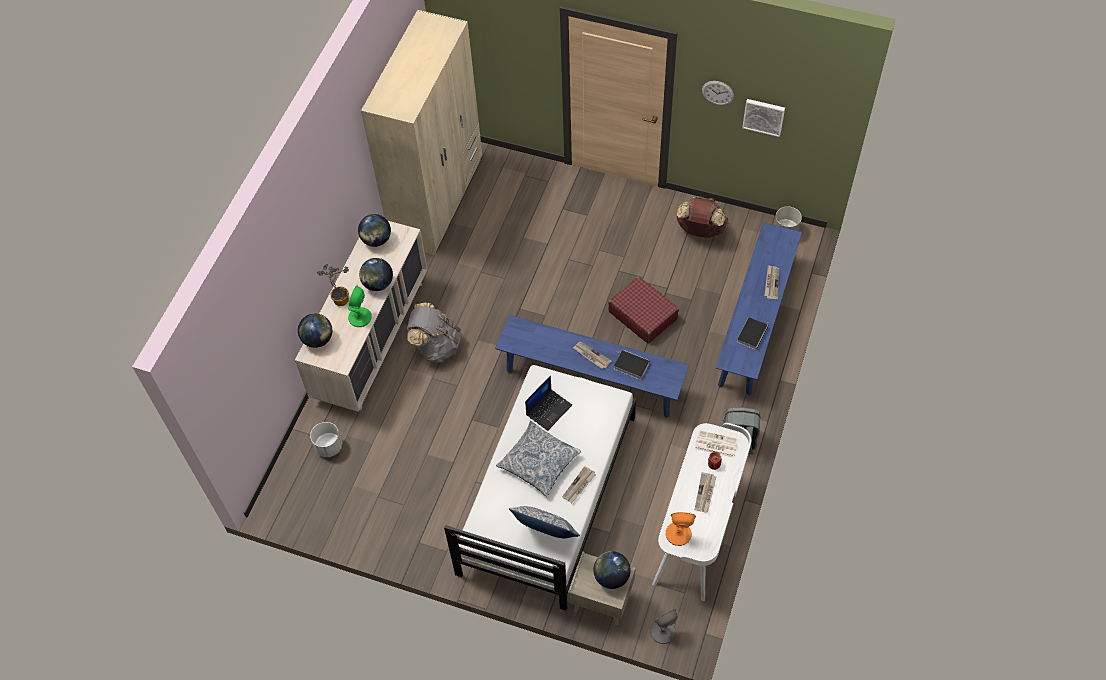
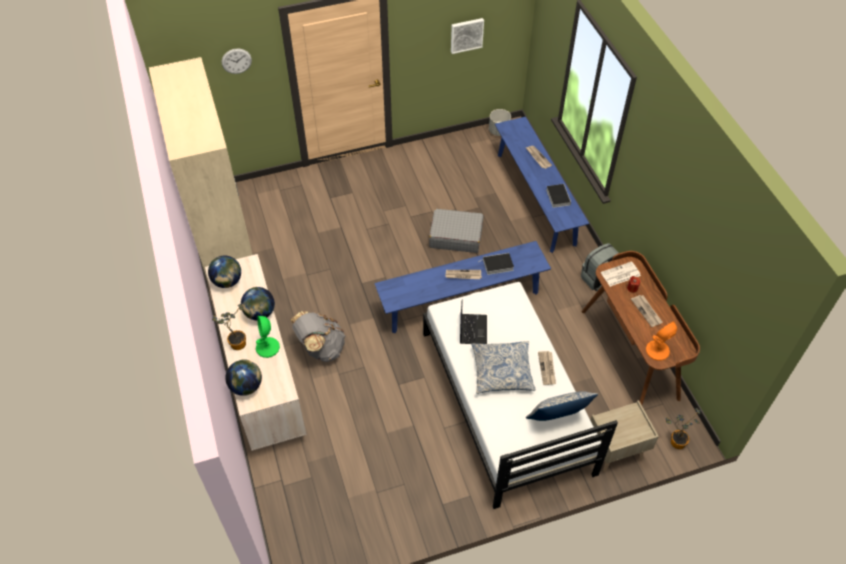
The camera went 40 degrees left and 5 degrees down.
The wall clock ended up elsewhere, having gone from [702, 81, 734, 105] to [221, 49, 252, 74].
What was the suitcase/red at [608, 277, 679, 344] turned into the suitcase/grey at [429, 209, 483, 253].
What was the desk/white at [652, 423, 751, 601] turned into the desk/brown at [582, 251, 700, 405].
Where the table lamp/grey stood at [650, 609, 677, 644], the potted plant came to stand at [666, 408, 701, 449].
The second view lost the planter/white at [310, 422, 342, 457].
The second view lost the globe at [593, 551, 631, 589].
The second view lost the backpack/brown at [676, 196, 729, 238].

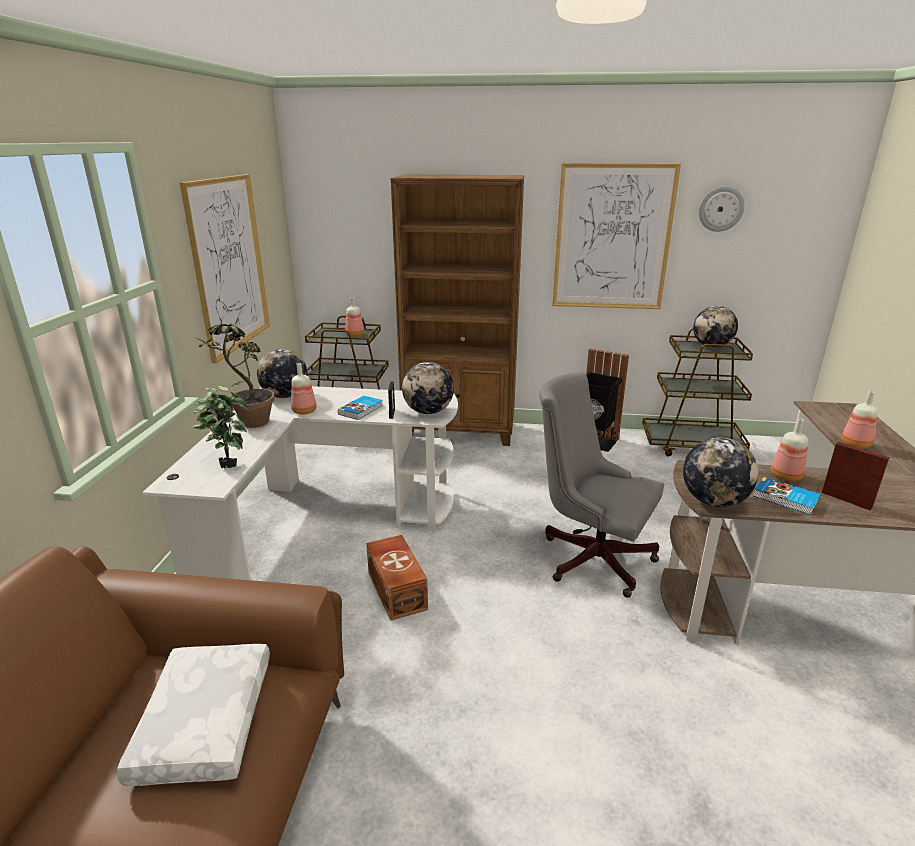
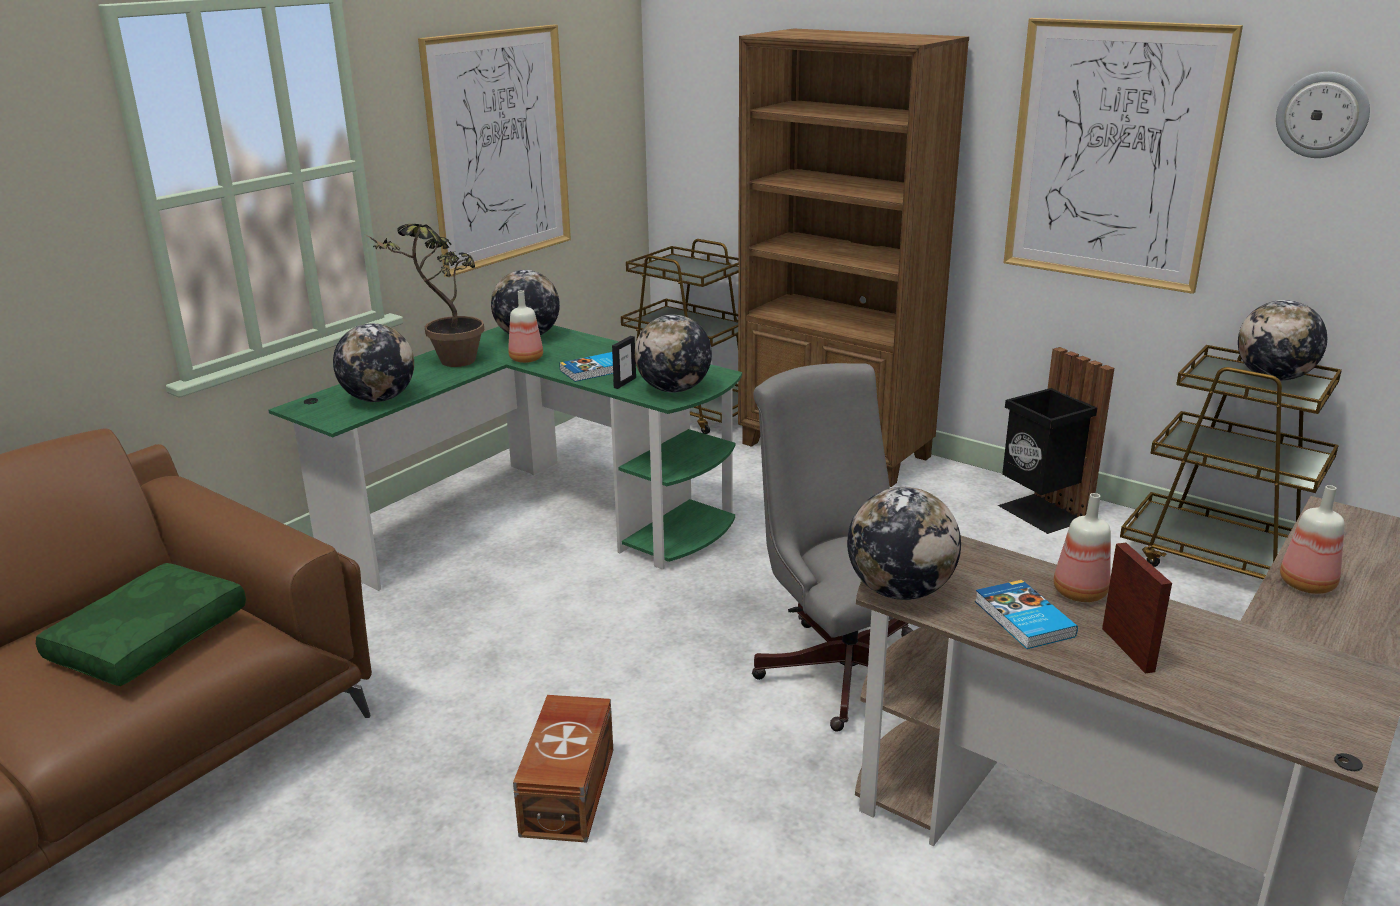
The camera went 30 degrees right and 0 degrees up.
What was the pillow/white at [117, 644, 270, 786] turned into the pillow/green at [36, 563, 246, 686].
What was the desk/white at [142, 386, 458, 580] turned into the desk/green at [269, 325, 742, 591].
Where the potted plant stood at [192, 381, 248, 468], the globe came to stand at [333, 323, 414, 402].
The storage box/brown ended up elsewhere, having gone from [366, 535, 428, 621] to [513, 695, 613, 843].
The second view lost the bottle at [345, 297, 364, 337].

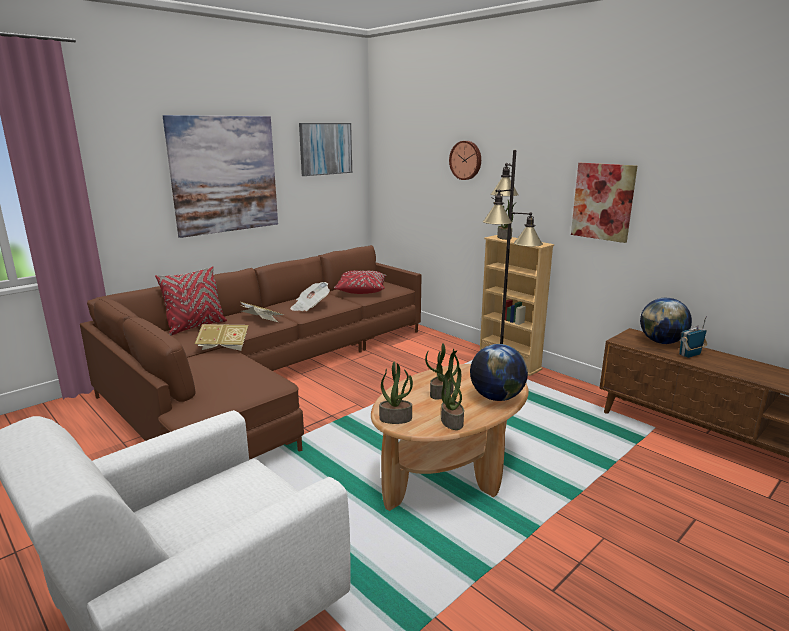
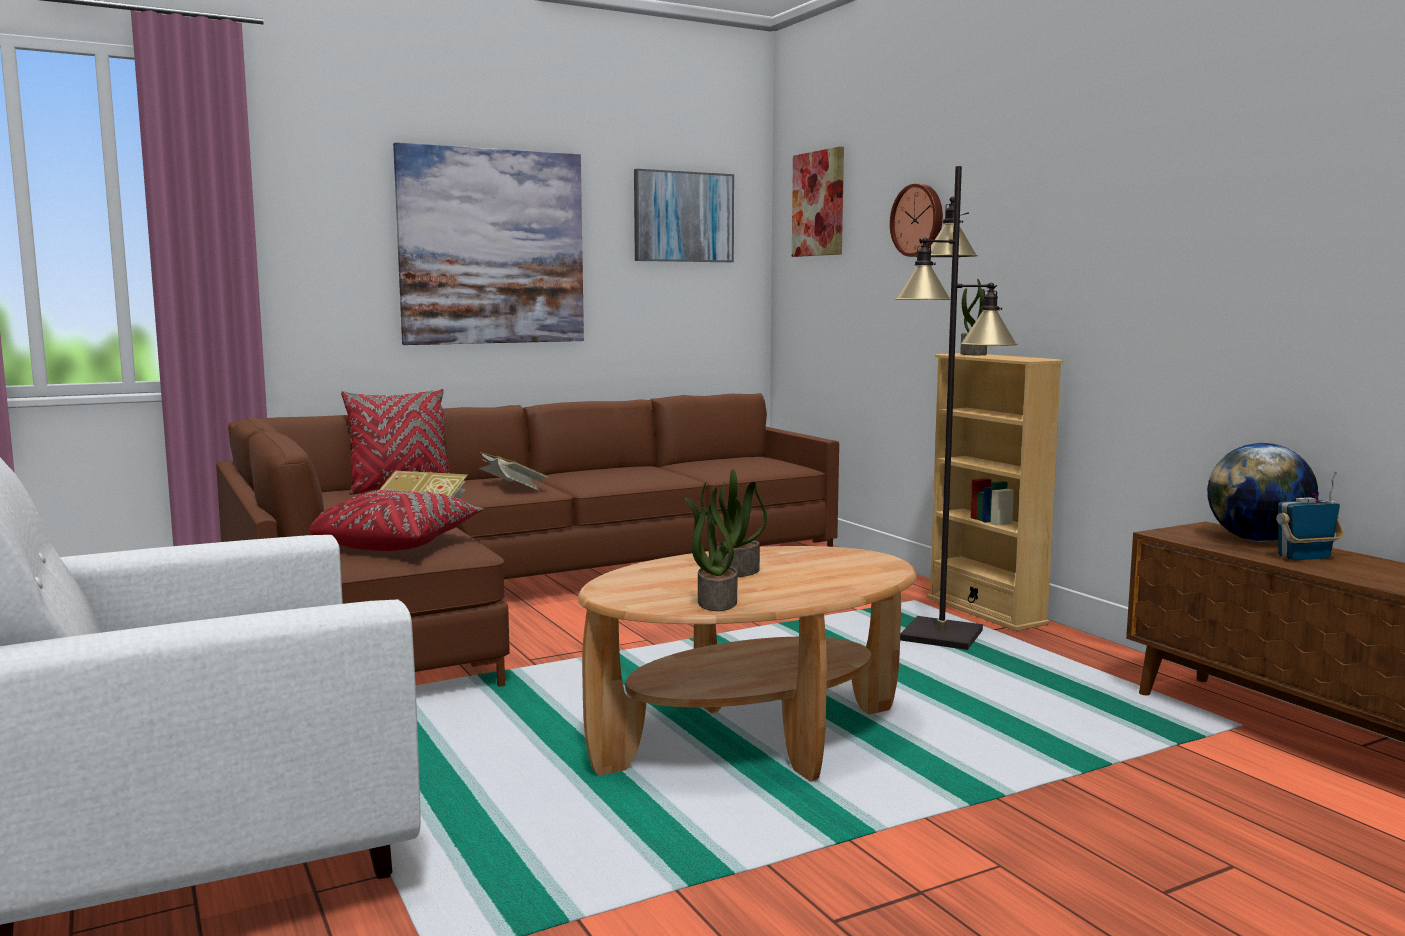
The camera went 15 degrees right and 10 degrees down.
The pillow/red ended up elsewhere, having gone from [334, 271, 386, 294] to [309, 490, 484, 551].
The picture ended up elsewhere, having gone from [571, 163, 637, 243] to [792, 147, 844, 257].
The second view lost the newspaper at [290, 282, 330, 311].
The second view lost the potted plant at [379, 362, 413, 424].
The second view lost the globe at [470, 344, 528, 401].

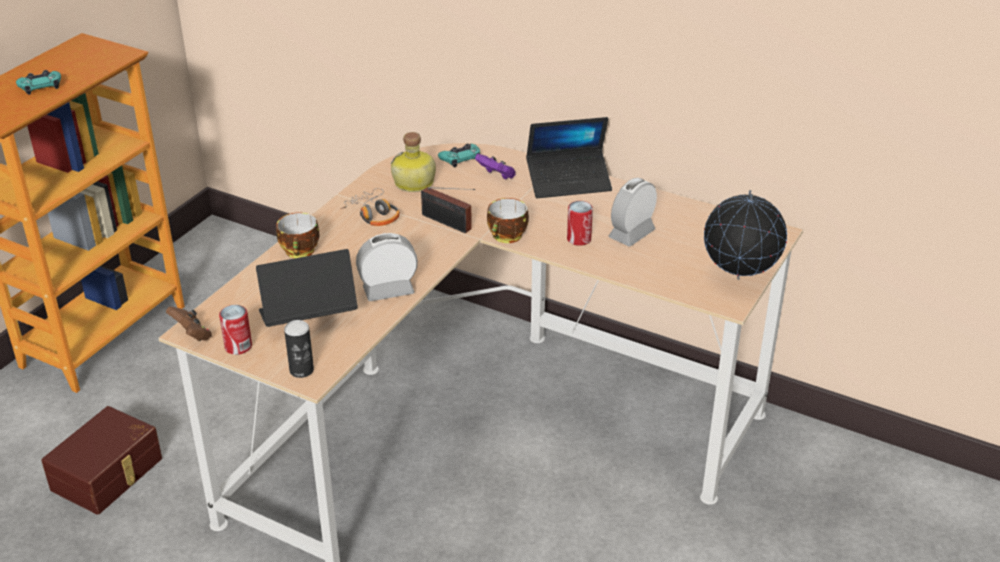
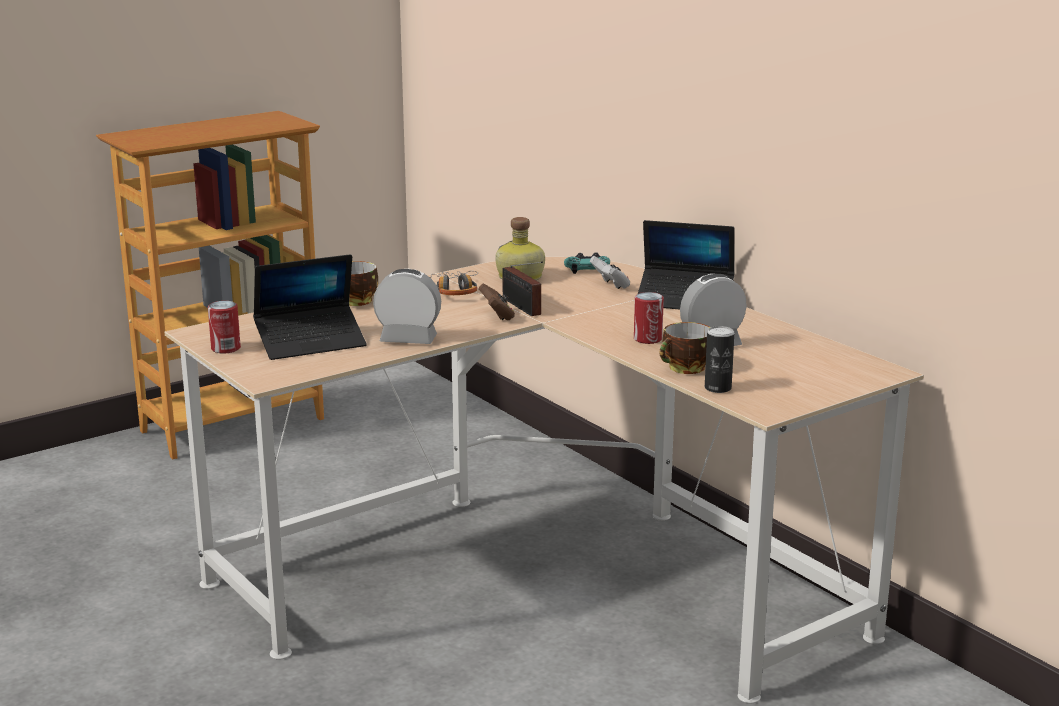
The camera went 25 degrees right and 15 degrees down.
The laptop at [256, 249, 358, 327] ended up facing another way, 150 degrees clockwise from before.
The game controller/brown ended up elsewhere, having gone from [166, 306, 212, 341] to [479, 284, 515, 321].
What was the game controller/purple at [475, 154, 516, 180] turned into the game controller/white at [590, 256, 630, 289].
The cup ended up elsewhere, having gone from [487, 198, 529, 243] to [660, 322, 710, 374].
The can ended up elsewhere, having gone from [284, 320, 314, 378] to [705, 326, 735, 393].
The second view lost the game controller/turquoise at [16, 70, 61, 95].
The second view lost the storage box/brown at [41, 406, 162, 515].
The second view lost the globe at [704, 190, 787, 280].

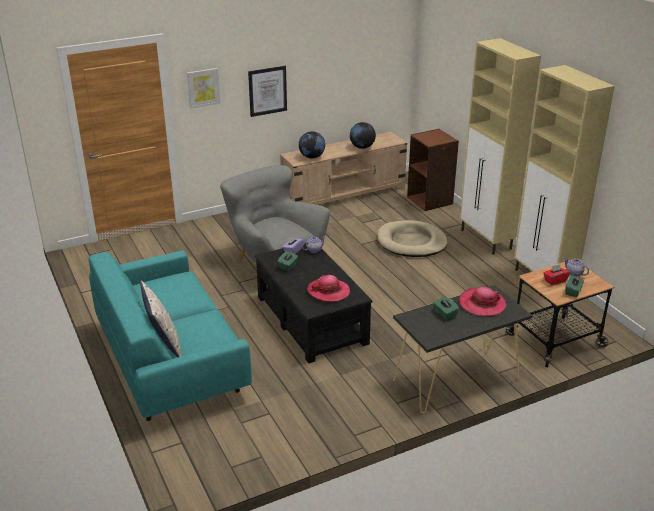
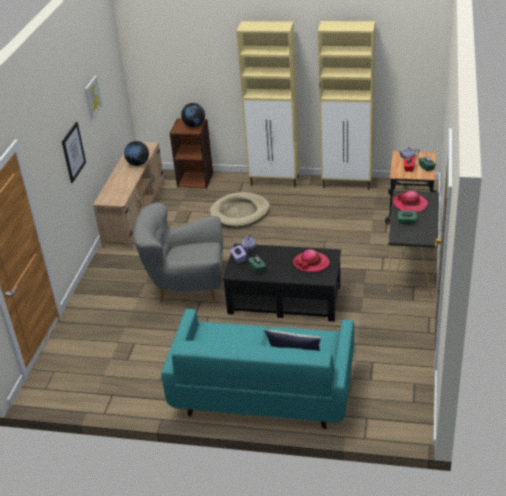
The camera went 50 degrees left and 5 degrees up.
The picture ended up elsewhere, having gone from [187, 68, 220, 108] to [85, 76, 102, 119].
The globe ended up elsewhere, having gone from [299, 131, 325, 158] to [181, 103, 205, 127].

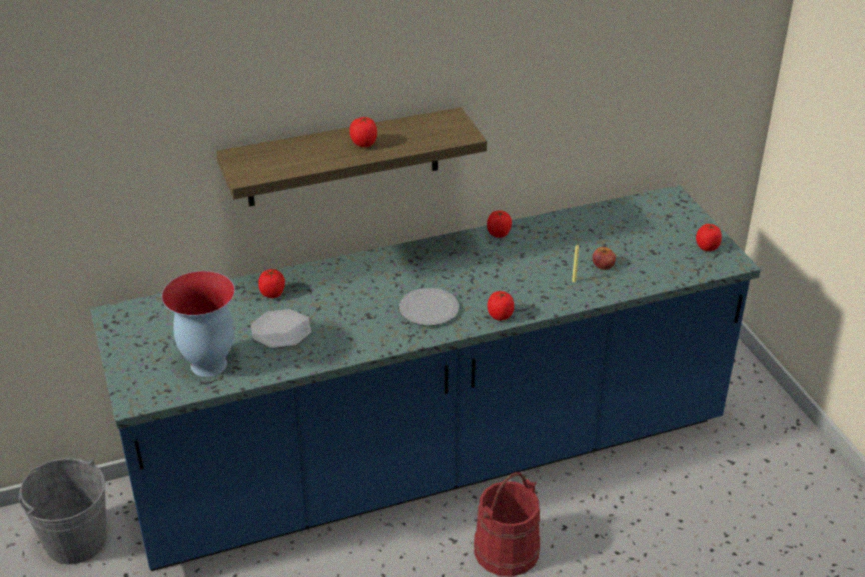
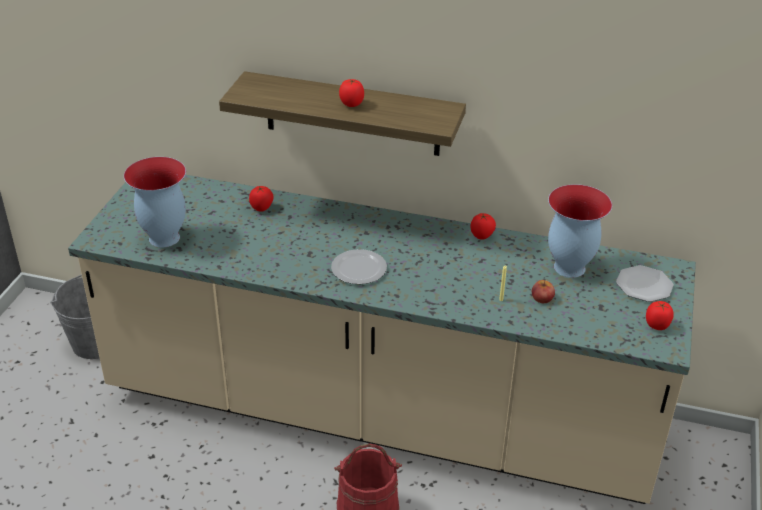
The camera went 35 degrees right and 0 degrees up.
What was the counter/blue at [90, 185, 761, 571] turned into the counter/beige at [68, 175, 696, 504].
The second view gained the vase at [548, 184, 612, 278].
The plate ended up elsewhere, having gone from [251, 309, 311, 349] to [616, 265, 674, 302].
The second view lost the tomato at [487, 291, 514, 321].

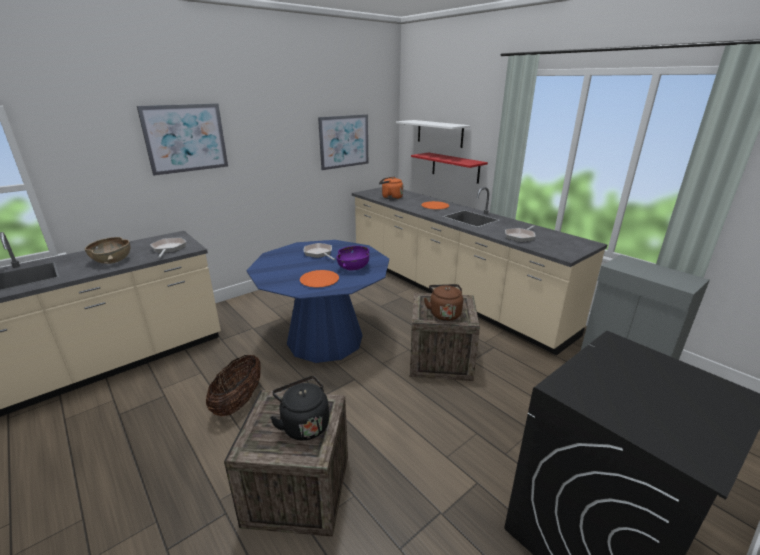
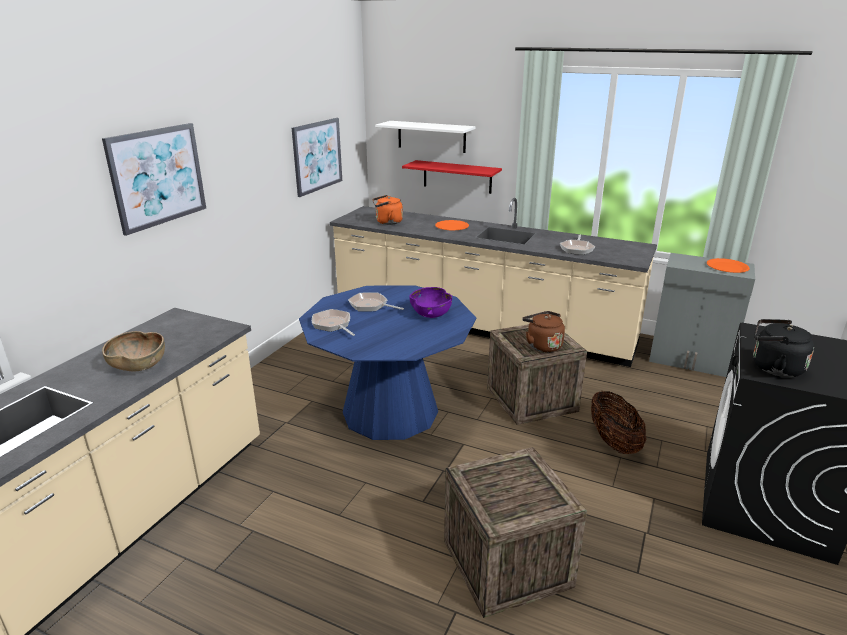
The camera went 25 degrees left and 0 degrees up.
The frying pan ended up elsewhere, having gone from [150, 237, 186, 258] to [312, 309, 355, 336].
The basket ended up elsewhere, having gone from [206, 355, 261, 417] to [591, 390, 647, 454].
The plate/orange ended up elsewhere, having gone from [300, 270, 339, 288] to [707, 258, 750, 273].
The kettle/black ended up elsewhere, having gone from [270, 376, 329, 440] to [753, 319, 814, 377].

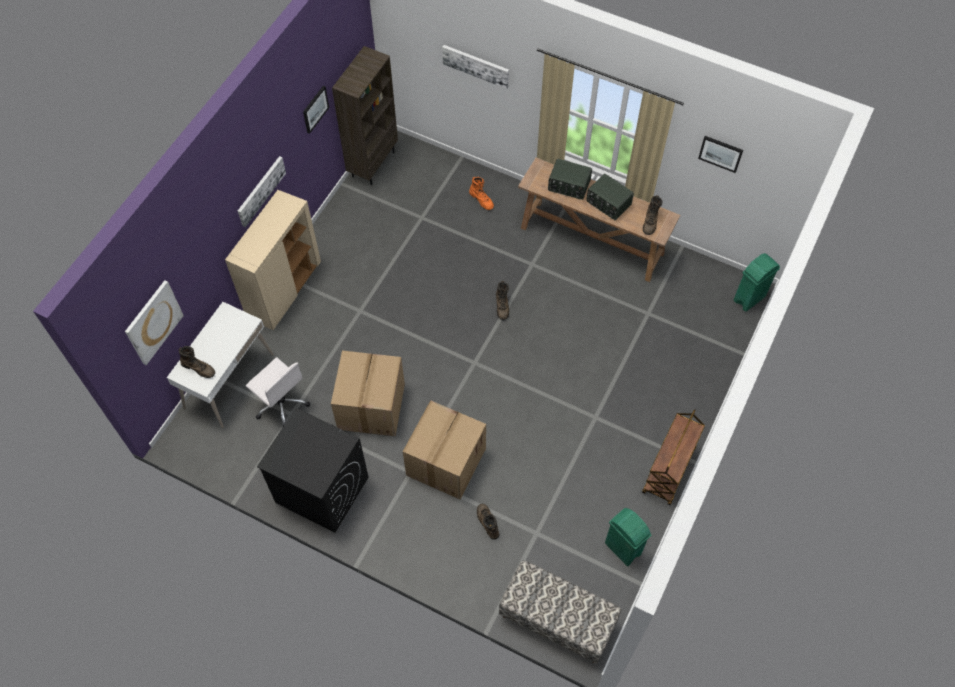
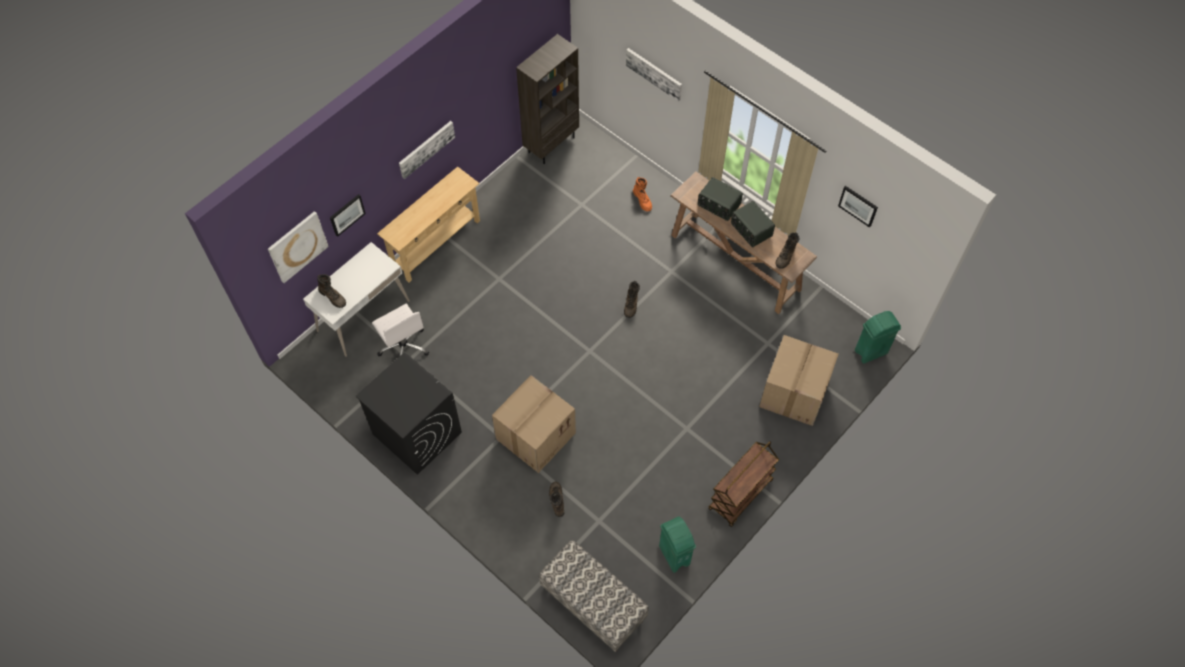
The camera went 15 degrees right and 0 degrees up.
The picture ended up elsewhere, having gone from [303, 86, 329, 134] to [330, 194, 366, 237].
Where the cabinet/beige stood at [225, 190, 321, 330], the console table/beige came to stand at [377, 167, 480, 282].
The cardboard box ended up elsewhere, having gone from [331, 350, 405, 436] to [759, 335, 839, 426].

